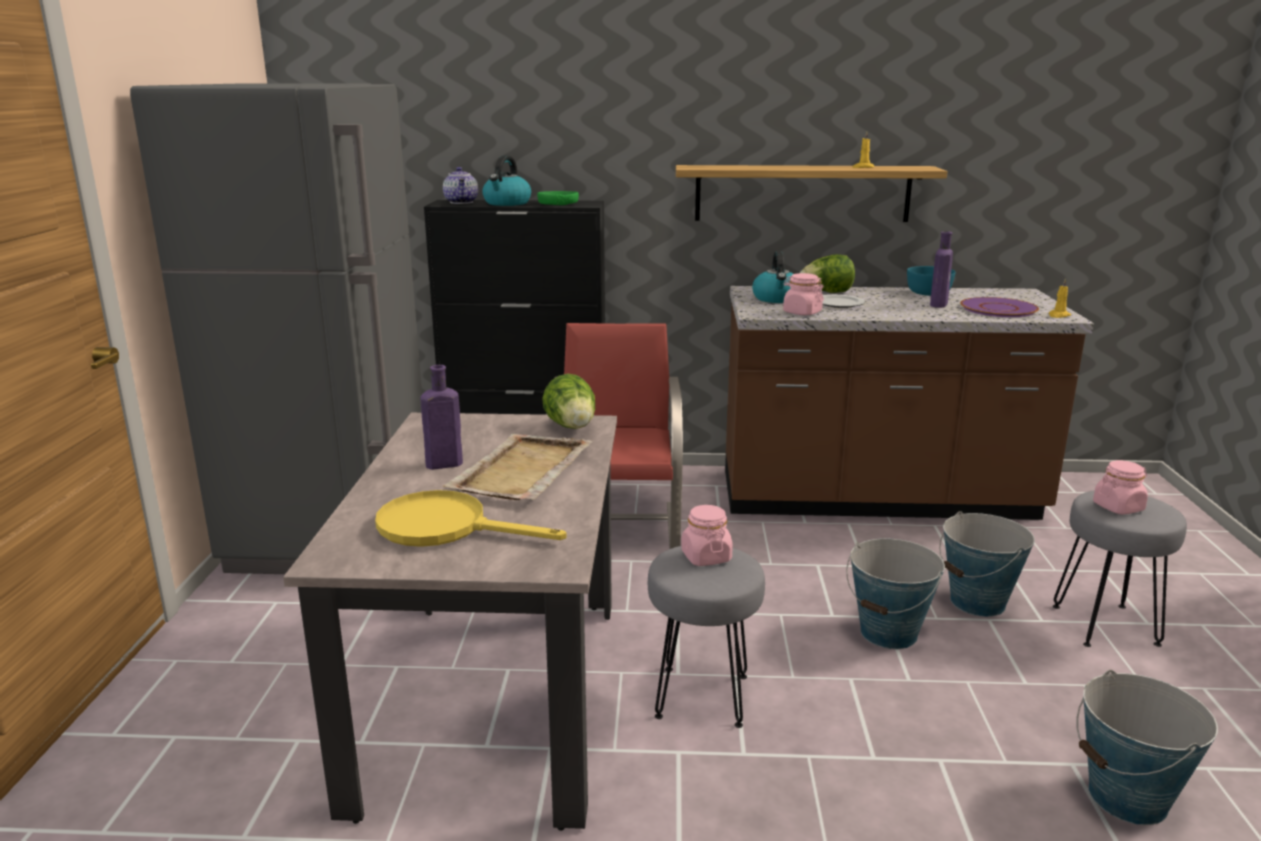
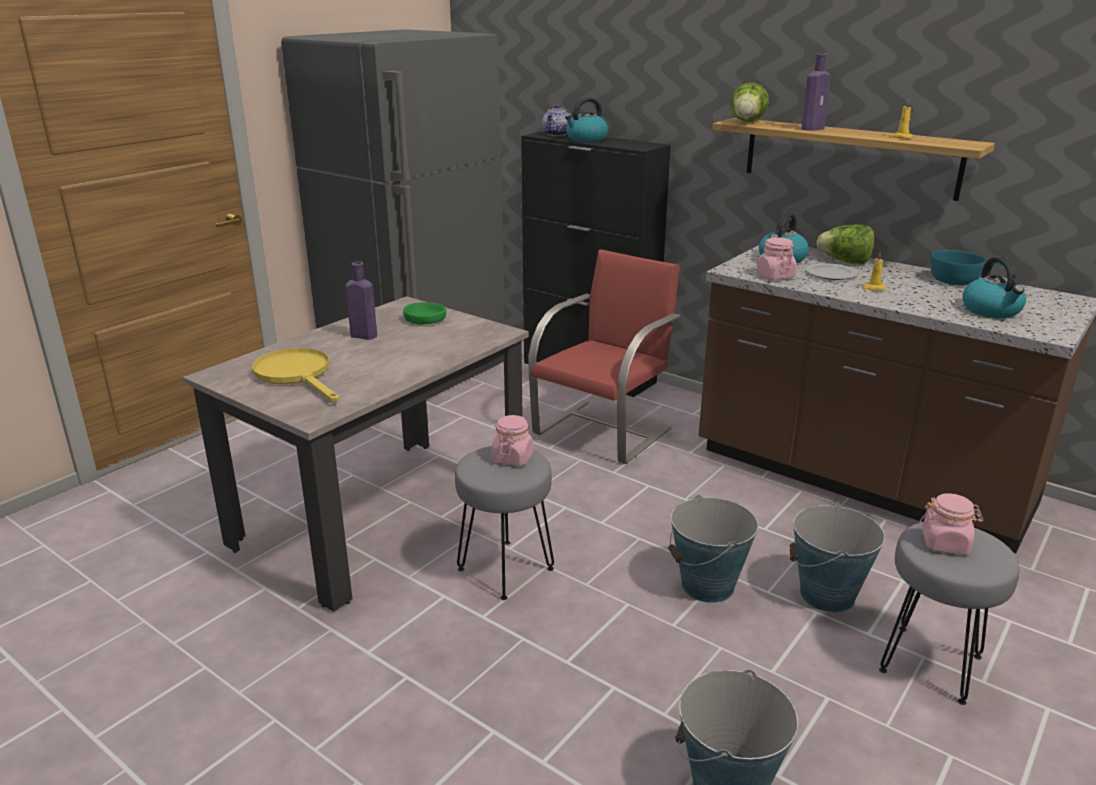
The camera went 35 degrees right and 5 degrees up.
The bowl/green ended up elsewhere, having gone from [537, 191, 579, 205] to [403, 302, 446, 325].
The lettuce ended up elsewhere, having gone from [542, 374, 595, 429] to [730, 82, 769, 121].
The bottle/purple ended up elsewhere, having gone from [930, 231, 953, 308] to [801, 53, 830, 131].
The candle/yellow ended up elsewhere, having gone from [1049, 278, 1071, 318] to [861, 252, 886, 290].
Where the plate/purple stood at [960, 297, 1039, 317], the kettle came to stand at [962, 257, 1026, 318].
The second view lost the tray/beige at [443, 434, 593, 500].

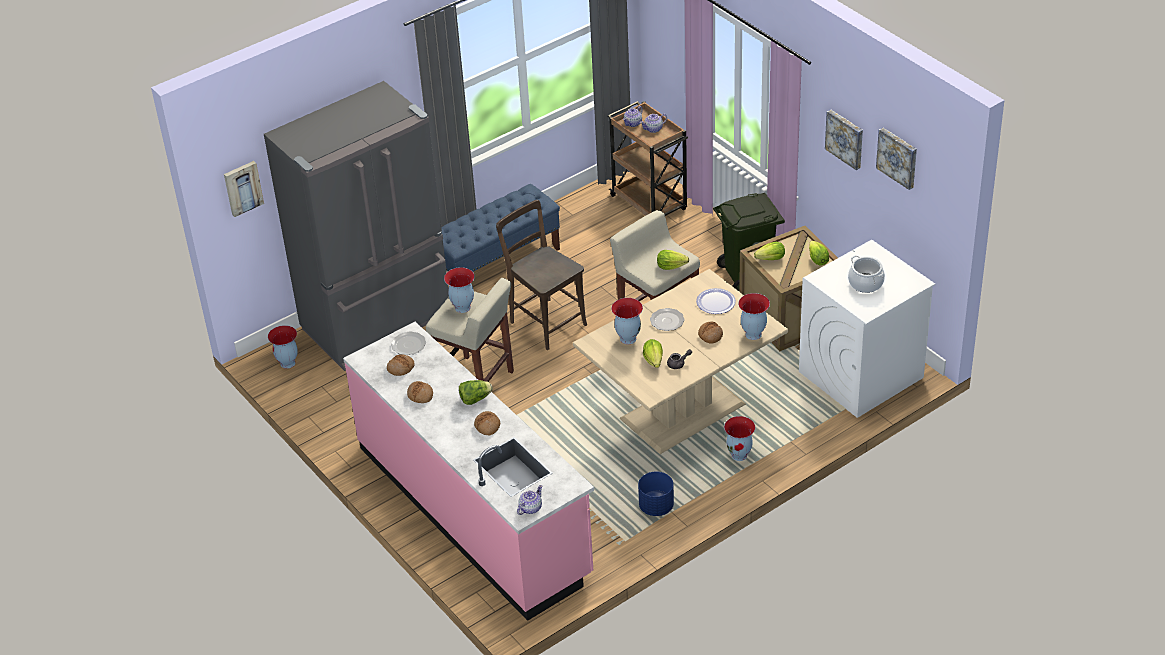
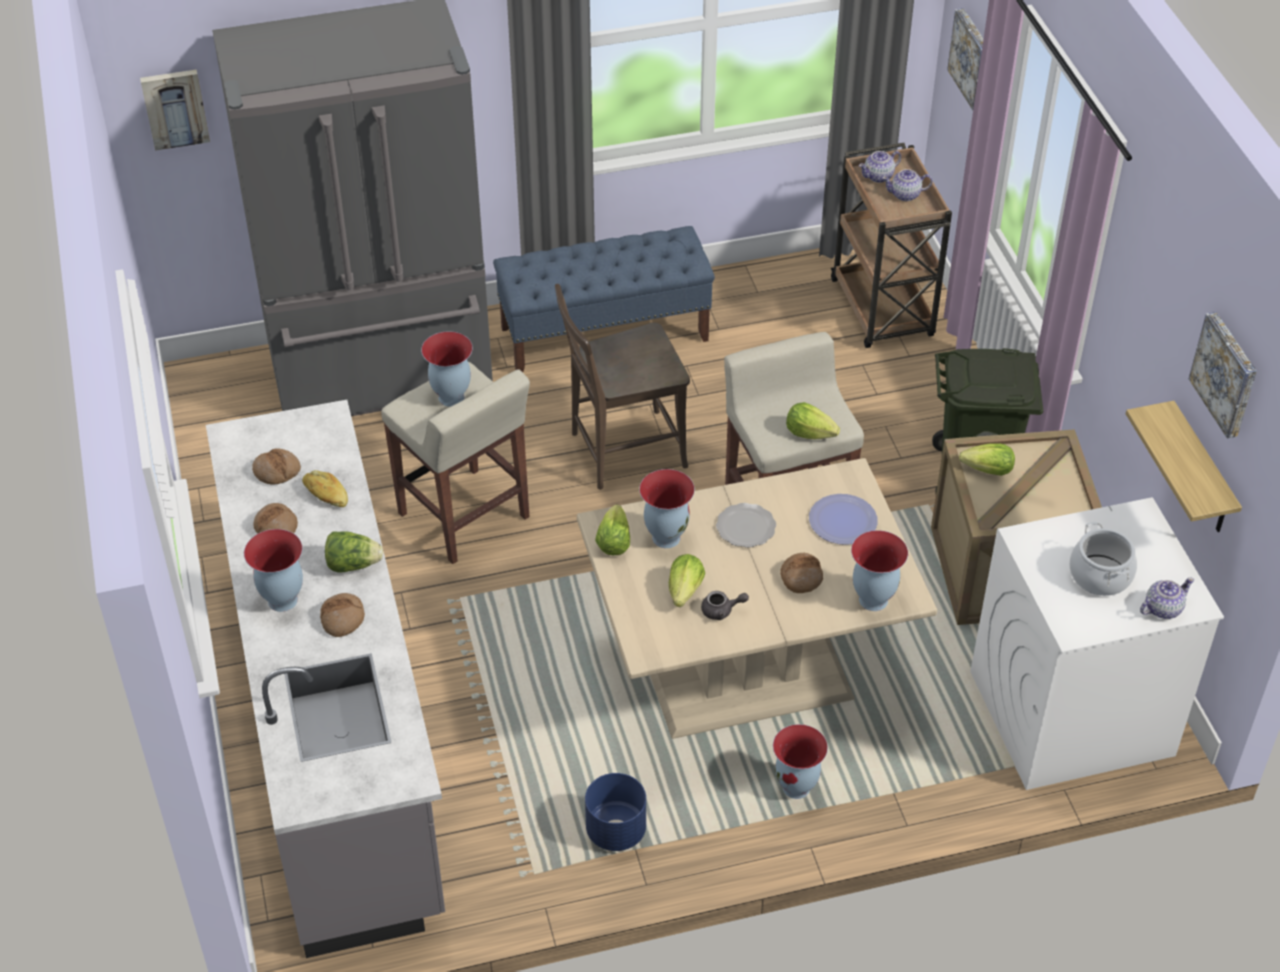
The camera went 20 degrees right and 5 degrees up.
What was the counter/pink at [343, 322, 594, 621] turned into the counter/grey at [206, 400, 445, 958].
The vase ended up elsewhere, having gone from [268, 325, 298, 369] to [244, 529, 303, 612].
The second view gained the bread at [302, 470, 348, 507].
The chair/brown at [496, 200, 587, 350] ended up facing another way, 90 degrees counterclockwise from before.
The lettuce ended up elsewhere, having gone from [809, 241, 829, 266] to [595, 505, 630, 555].
The picture ended up elsewhere, having gone from [825, 109, 863, 170] to [947, 8, 984, 110].
The second view gained the shelf at [1126, 401, 1242, 532].
The teapot ended up elsewhere, having gone from [517, 485, 542, 515] to [1140, 577, 1194, 619].
The second view lost the plate at [391, 331, 426, 355].

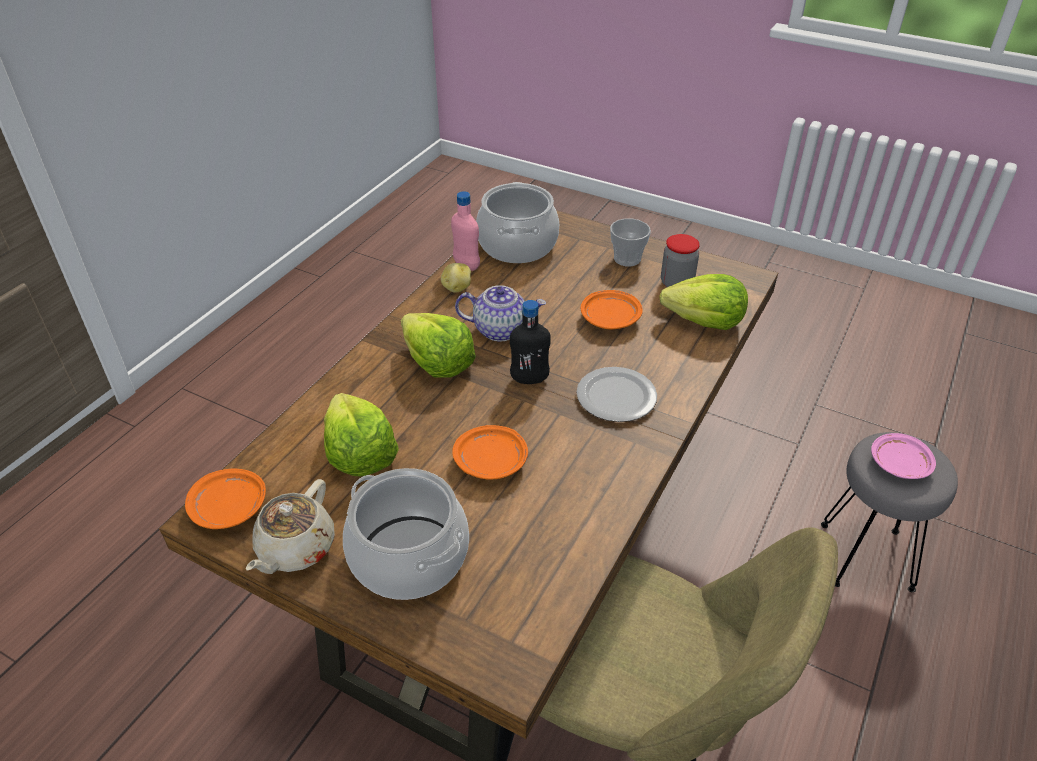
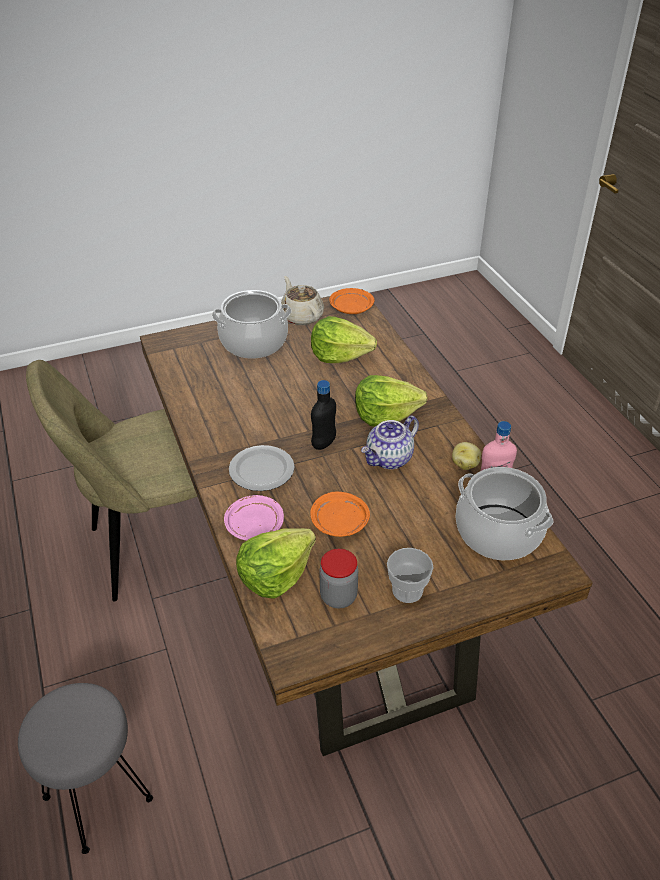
The camera went 130 degrees right and 0 degrees up.
The plate/pink ended up elsewhere, having gone from [871, 433, 936, 479] to [224, 495, 284, 541].
The second view lost the plate/orange at [452, 425, 528, 480].

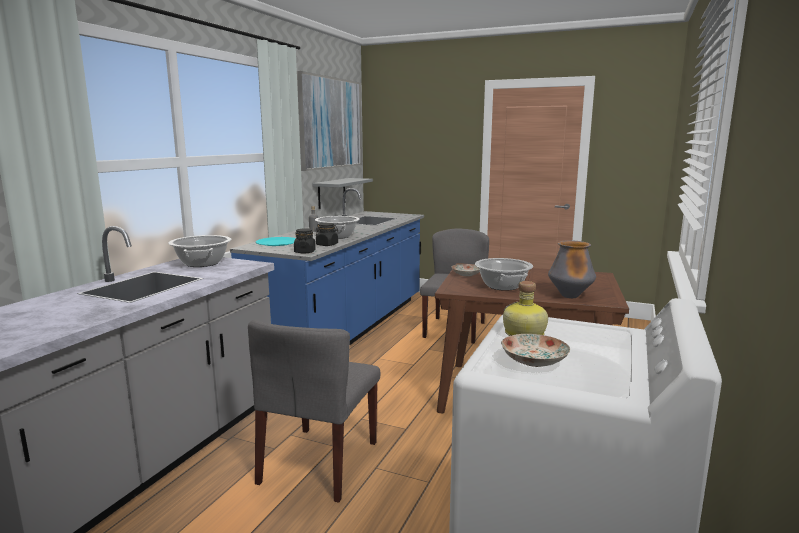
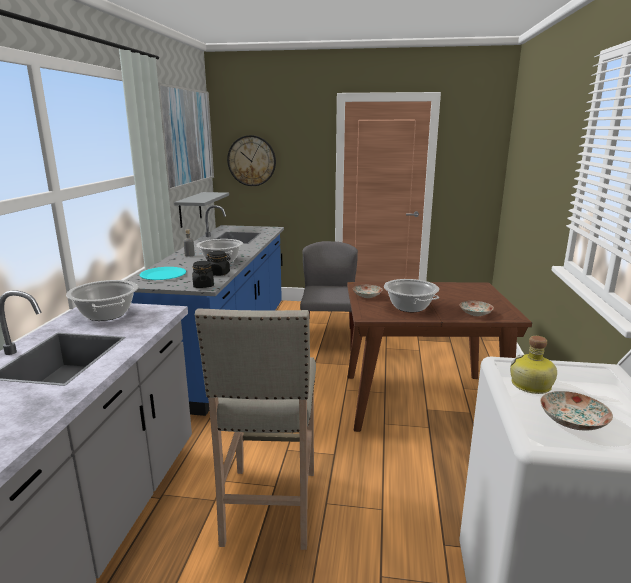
The camera went 15 degrees left and 5 degrees up.
Where the chair/grey stood at [248, 319, 381, 503], the stool/beige came to stand at [195, 308, 316, 550].
The second view gained the wall clock at [227, 135, 276, 186].
Where the vase stood at [548, 240, 596, 298], the plate came to stand at [460, 301, 494, 316].

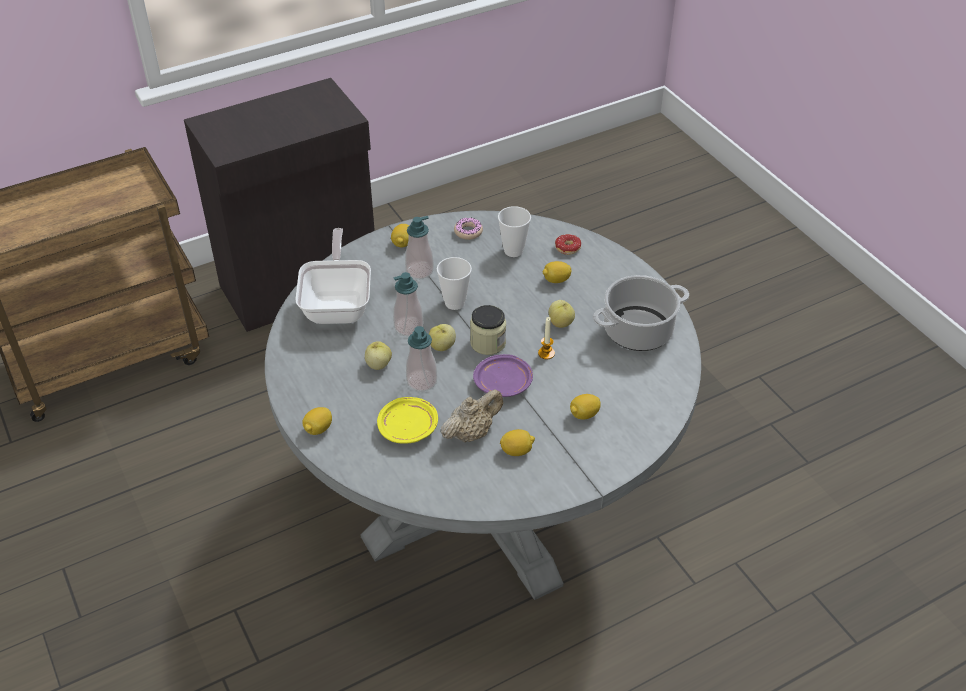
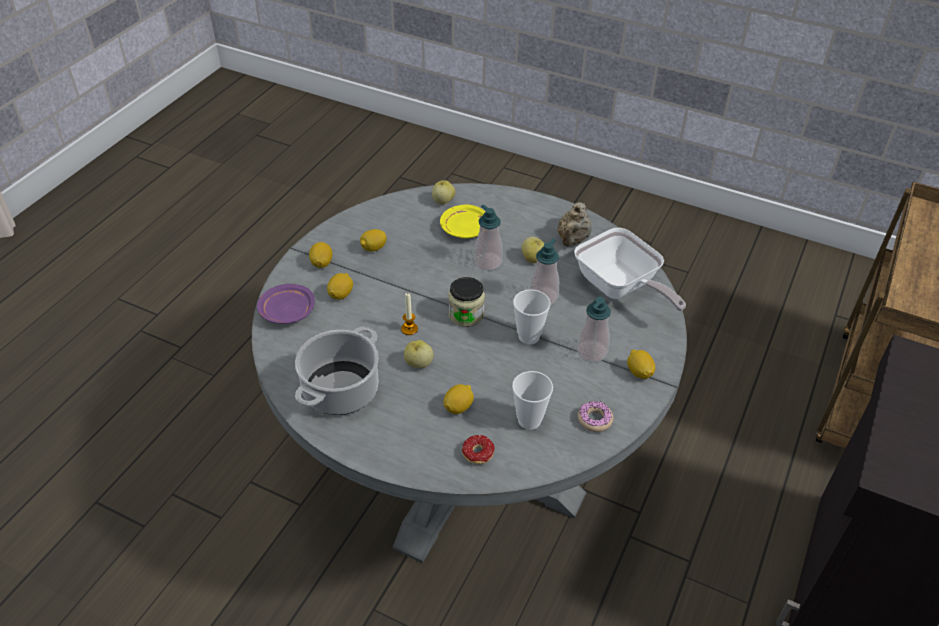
The camera went 145 degrees right and 0 degrees up.
The plate/purple ended up elsewhere, having gone from [473, 354, 533, 397] to [257, 284, 315, 324].
The lemon ended up elsewhere, having gone from [302, 407, 332, 435] to [309, 242, 332, 268].
The apple ended up elsewhere, having gone from [429, 324, 456, 351] to [432, 180, 455, 204].
The teapot/beige ended up elsewhere, having gone from [440, 389, 503, 443] to [557, 202, 592, 247].

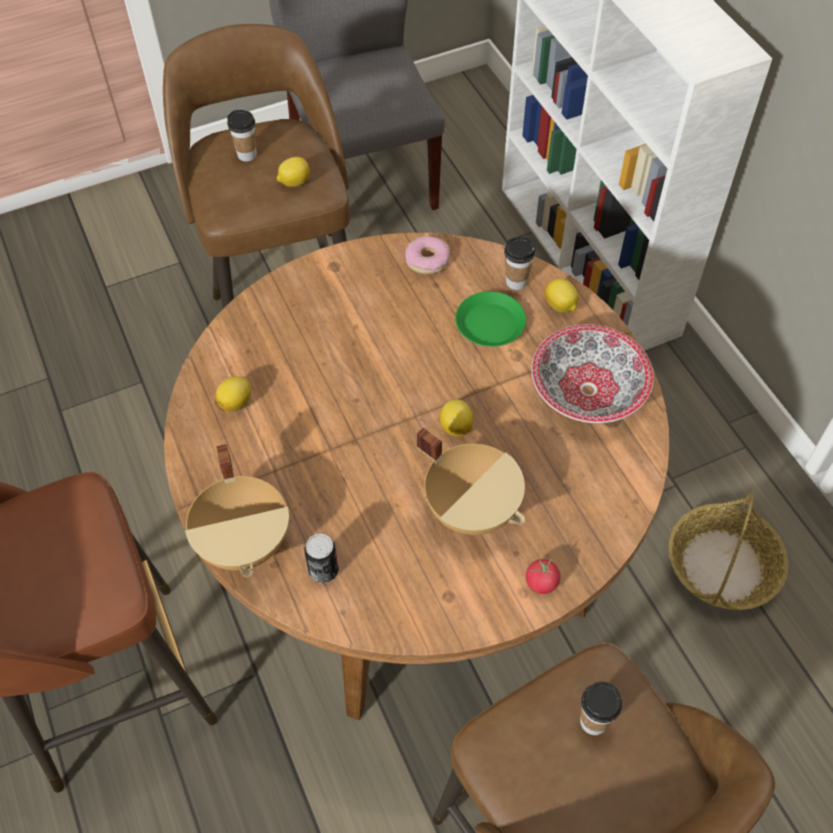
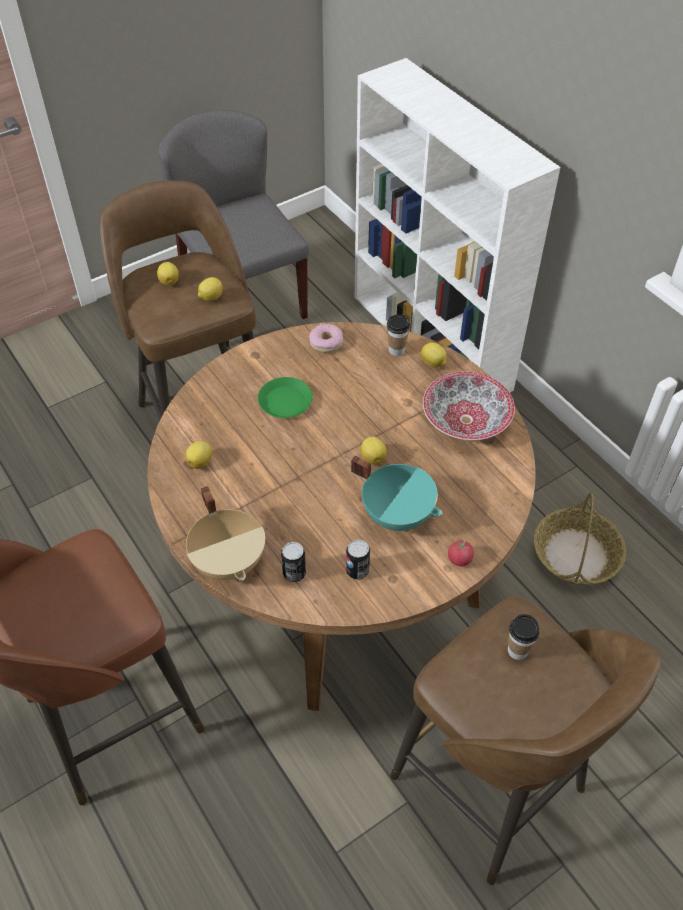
The camera went 10 degrees left and 5 degrees down.
Where the cup stood at [227, 110, 257, 161], the lemon came to stand at [157, 262, 179, 285].
The plate/green ended up elsewhere, having gone from [455, 291, 526, 347] to [258, 377, 313, 418].
The second view gained the can at [346, 539, 370, 580].
What was the cooking pot/beige at [417, 428, 525, 535] turned into the cooking pot/turquoise at [351, 455, 442, 531].

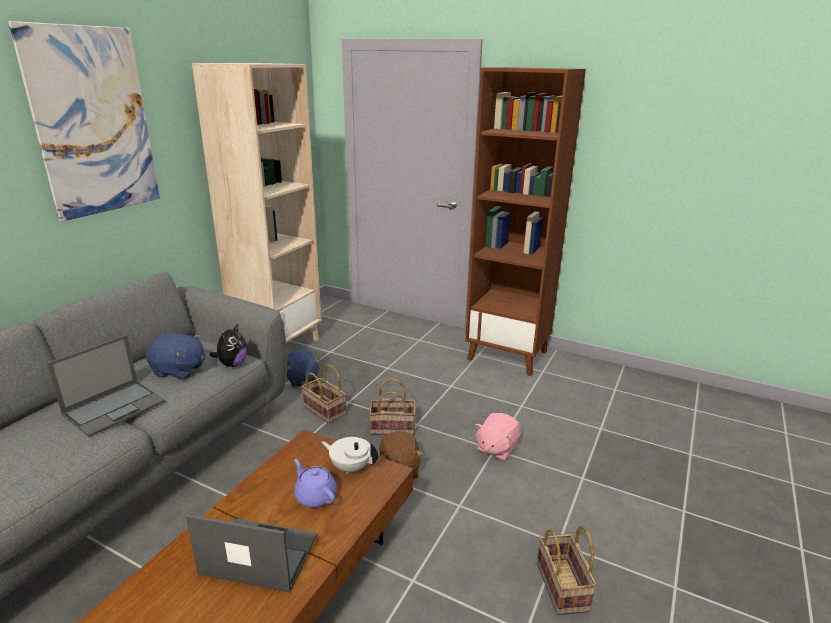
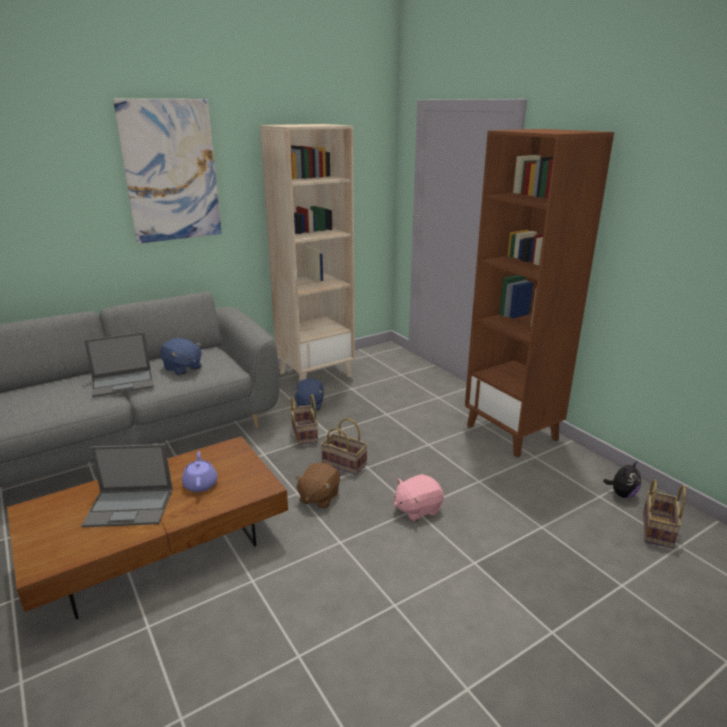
The camera went 30 degrees right and 0 degrees up.
The laptop at [186, 514, 317, 592] ended up facing another way, 135 degrees clockwise from before.
The plush toy ended up elsewhere, having gone from [210, 324, 247, 367] to [603, 461, 641, 498].
The basket ended up elsewhere, having gone from [537, 525, 597, 615] to [643, 479, 686, 548].
The second view lost the teapot/white at [321, 437, 378, 474].

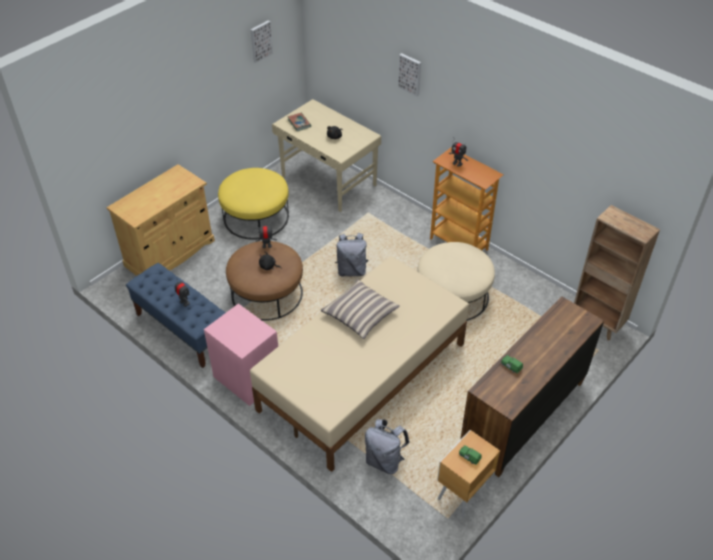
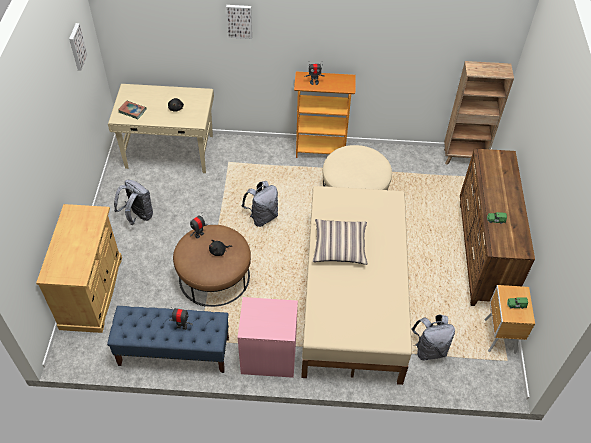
The camera went 40 degrees left and 5 degrees up.
Where the ottoman/yellow stood at [218, 168, 289, 240], the backpack/grey came to stand at [114, 180, 153, 225].

